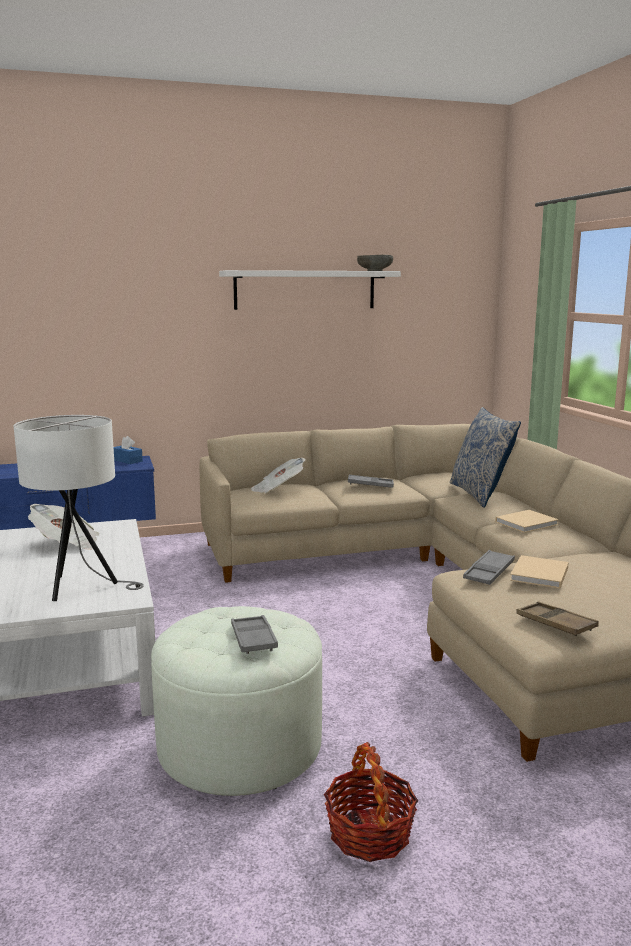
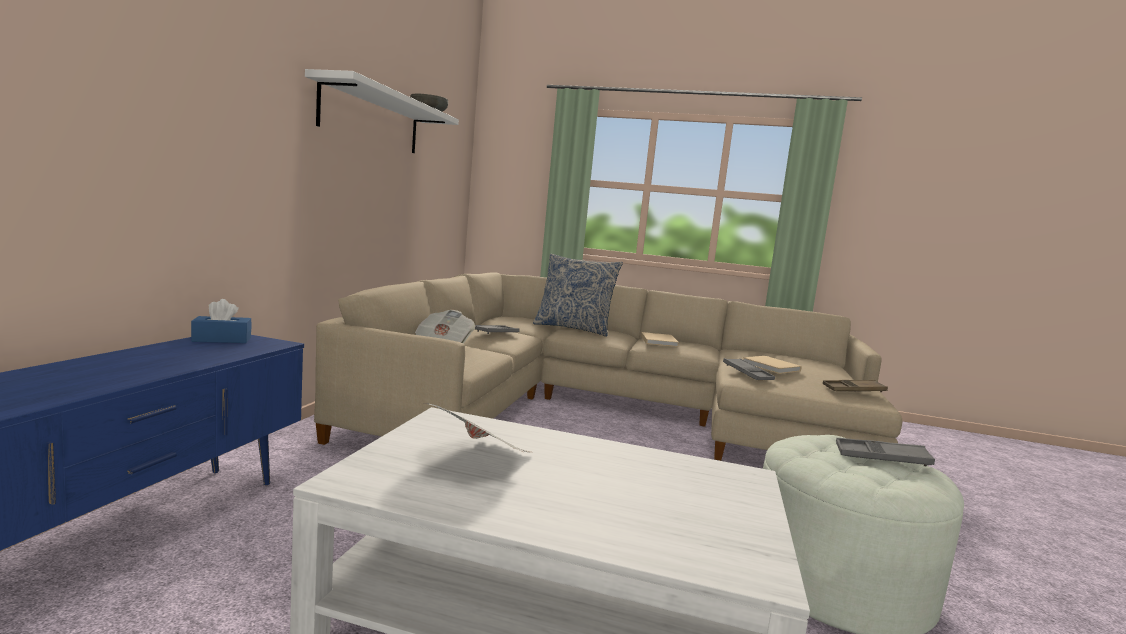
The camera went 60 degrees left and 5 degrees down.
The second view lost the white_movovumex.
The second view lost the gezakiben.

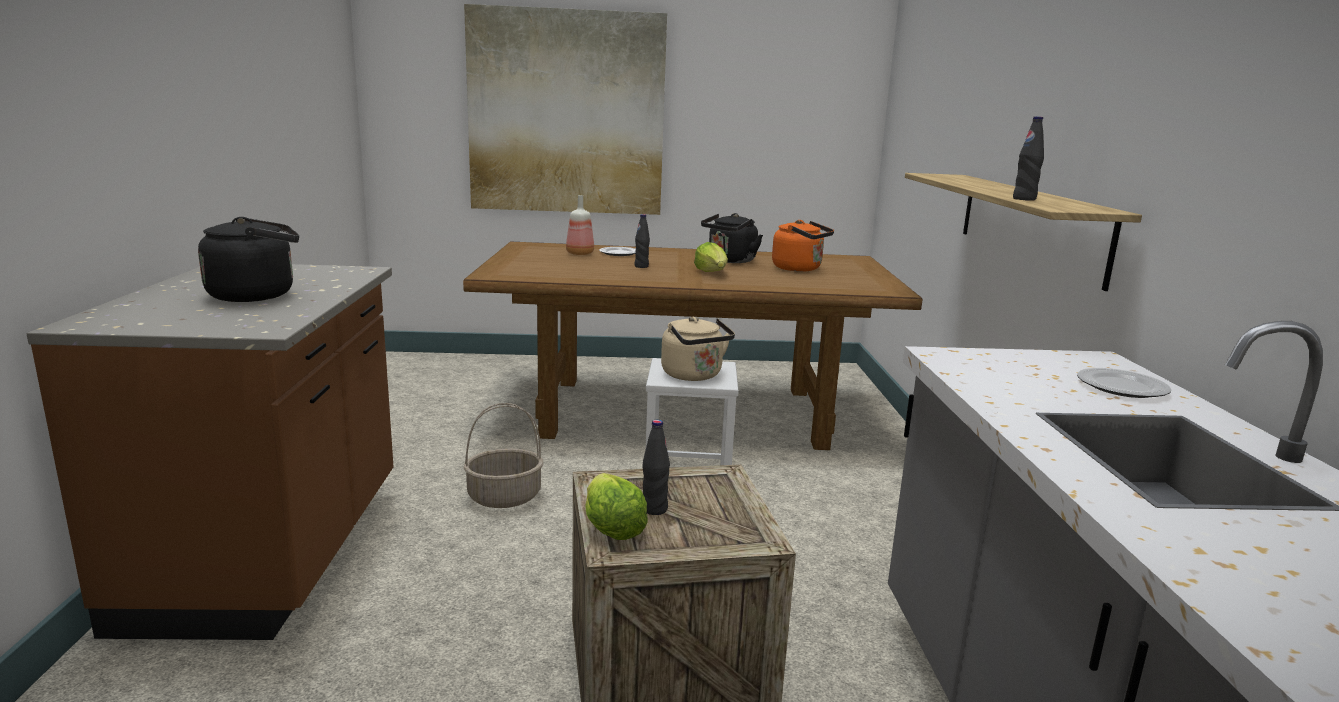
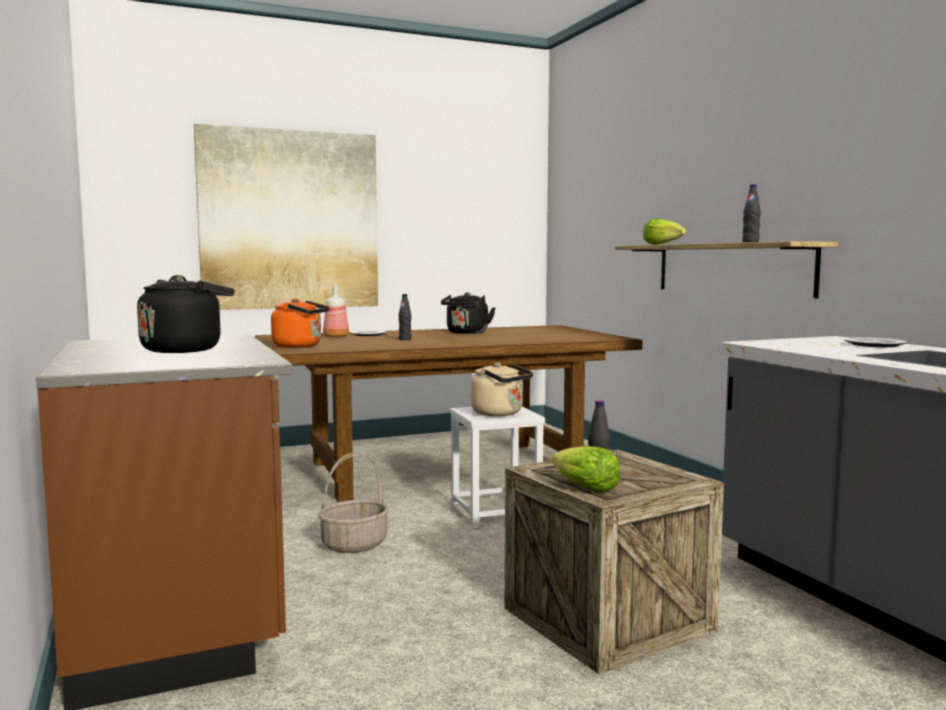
The camera went 20 degrees left and 10 degrees down.
The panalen (2nd from left) ended up elsewhere.
The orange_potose ended up elsewhere.

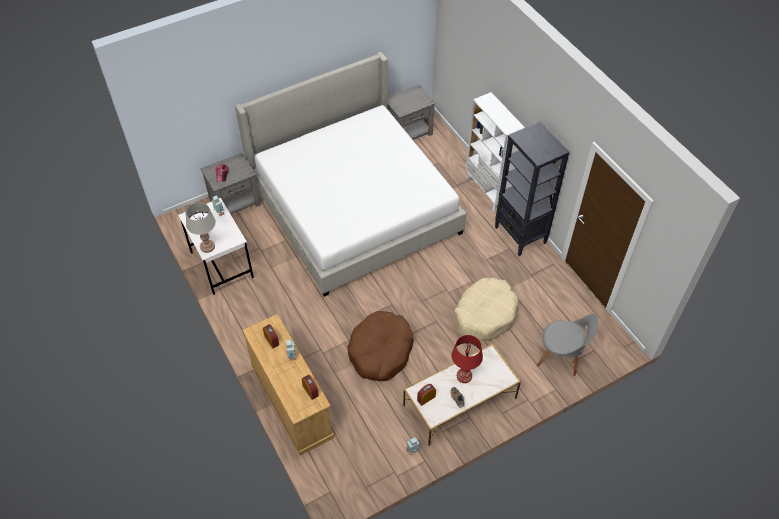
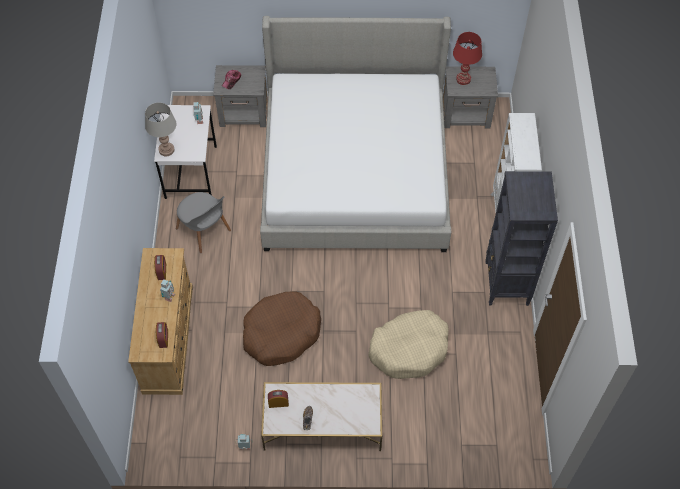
The camera went 30 degrees right and 5 degrees up.
The red_movovumex ended up elsewhere.
The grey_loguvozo ended up elsewhere.

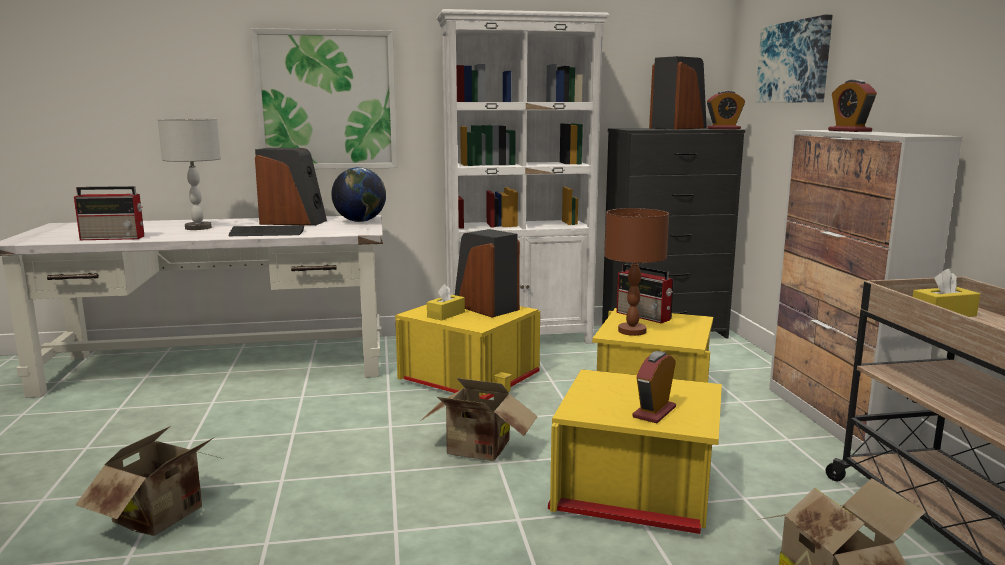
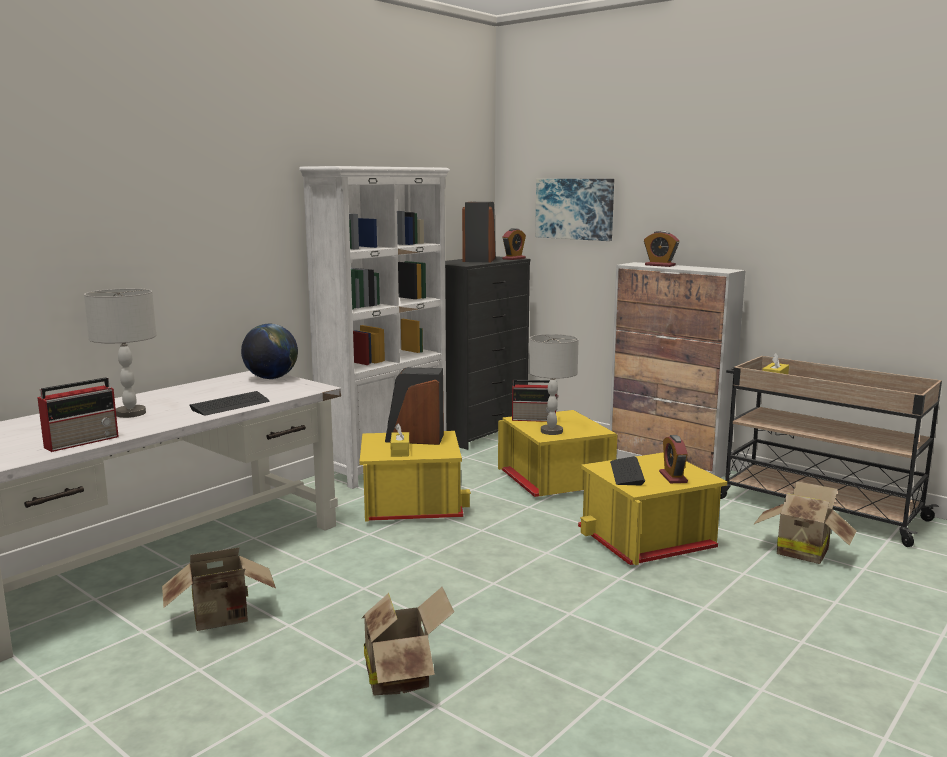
The camera went 40 degrees left and 0 degrees up.
The second view lost the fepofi (1st from left).
The second view lost the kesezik (1st from left).
The second view gained the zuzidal (2nd from left).
The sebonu (2nd from left in the first image) ended up elsewhere.
What was the brown_movovumex turned into the grey_movovumex (2nd from left).

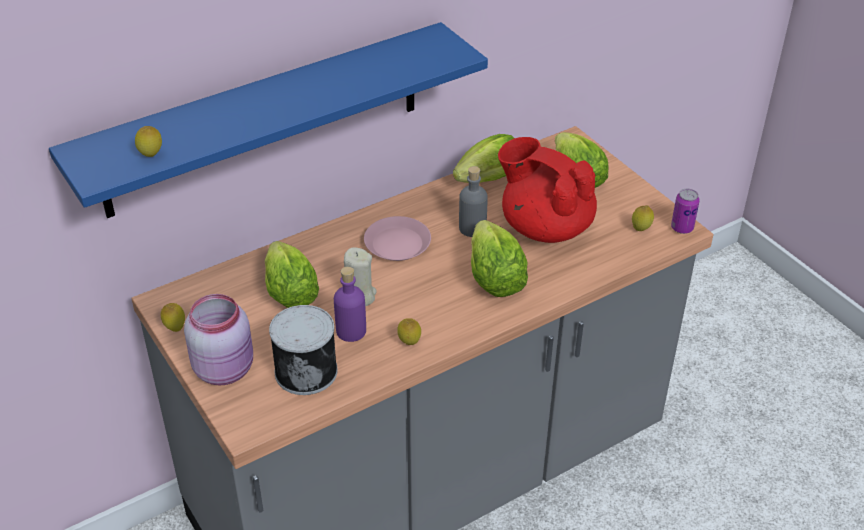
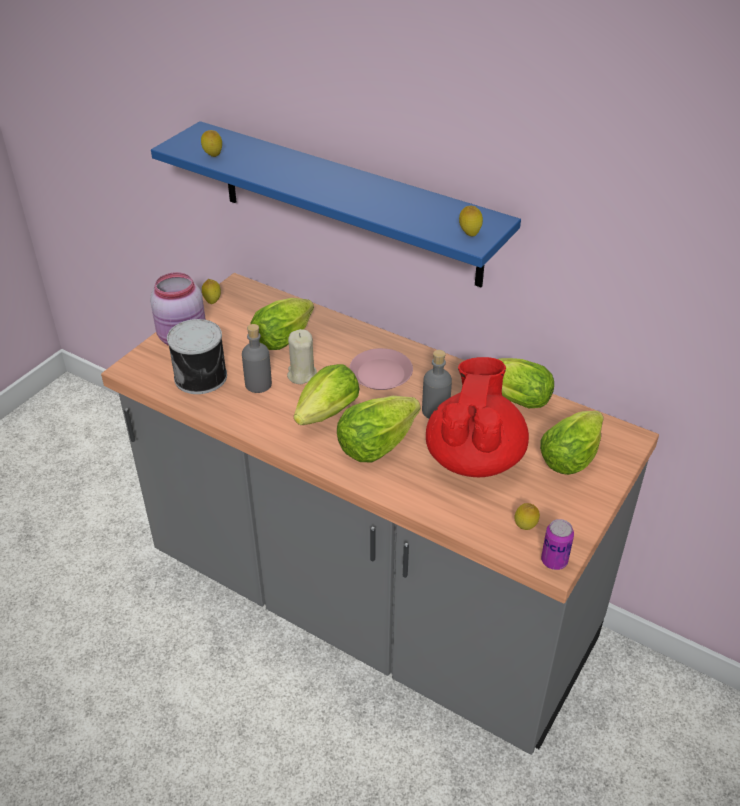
The camera went 65 degrees right and 0 degrees up.
The second view gained the panalen (2nd from left).
The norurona (3rd from left) ended up elsewhere.
What was the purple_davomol turned into the grey_davomol (1st from left).

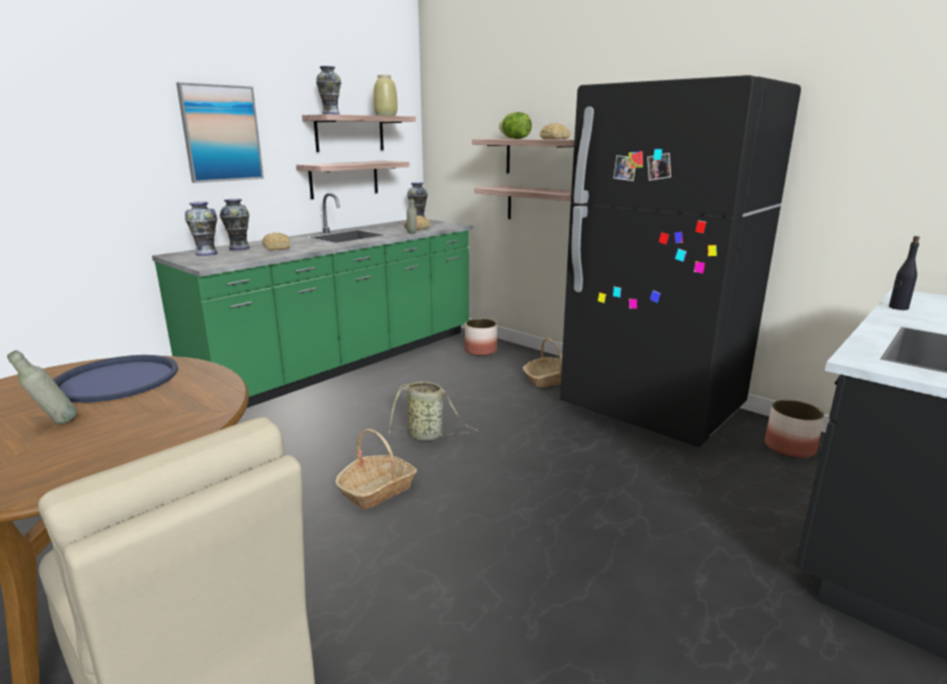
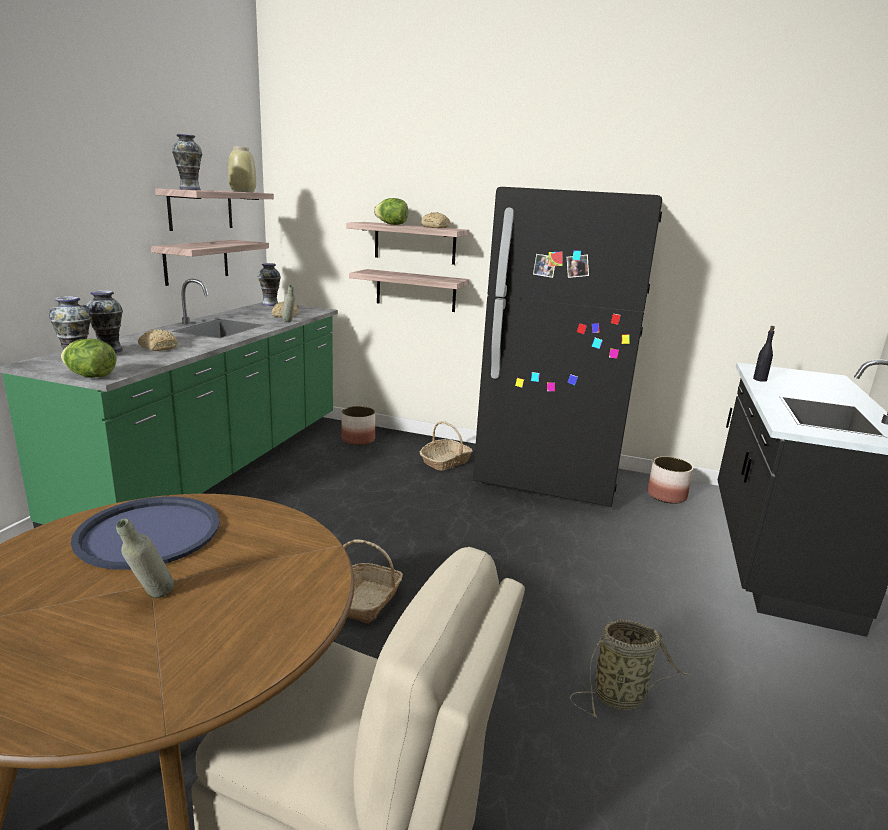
The camera went 25 degrees left and 0 degrees up.
The second view lost the fepofi.
The second view gained the panalen (1st from left).
The gezakiben (2nd from left in the first image) ended up elsewhere.

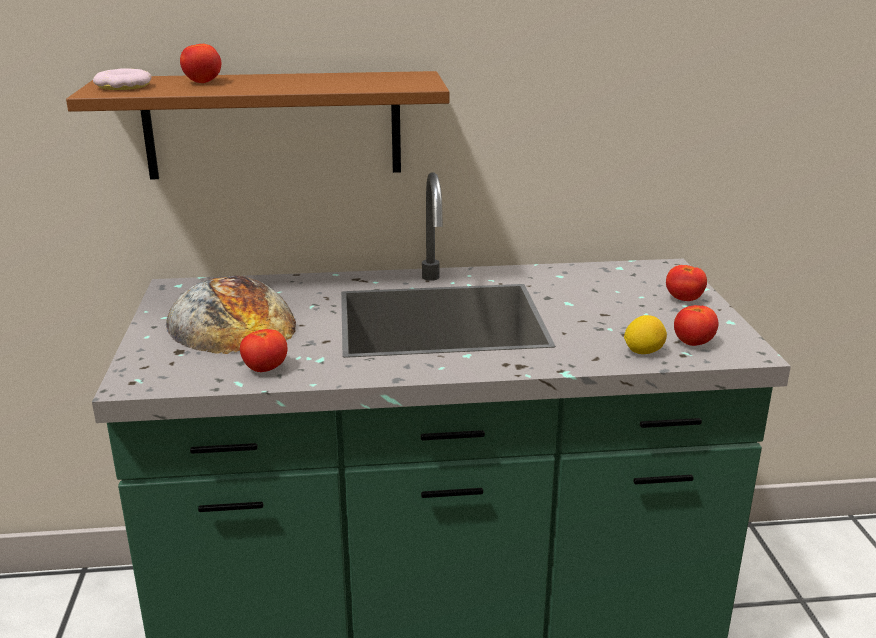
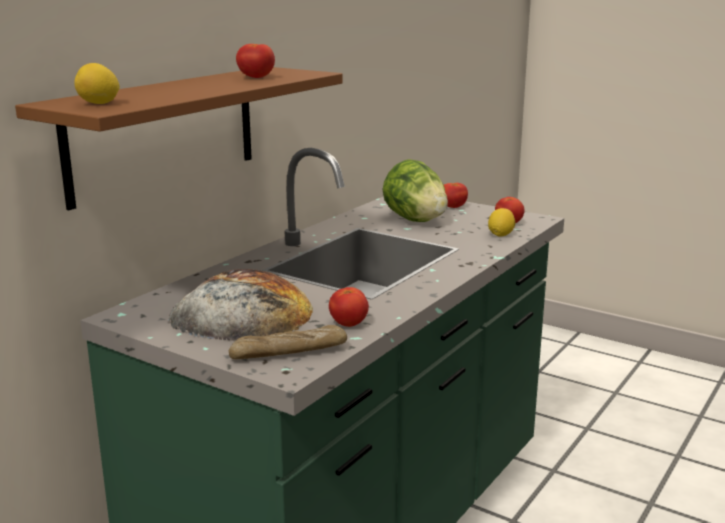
The camera went 50 degrees left and 5 degrees down.
The second view gained the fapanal (2nd from left).
The second view gained the panalen.
The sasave (1st from left) ended up elsewhere.
Where the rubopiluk stood, the norurona (1st from left) came to stand.

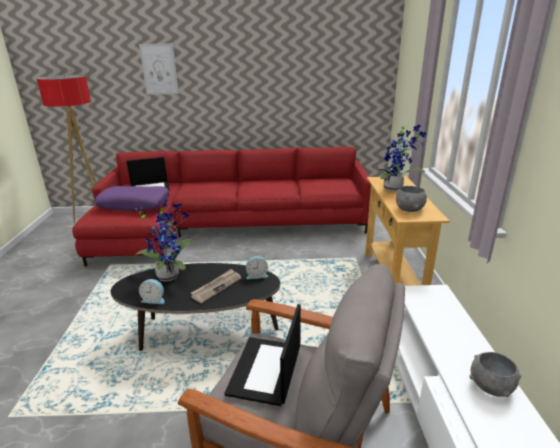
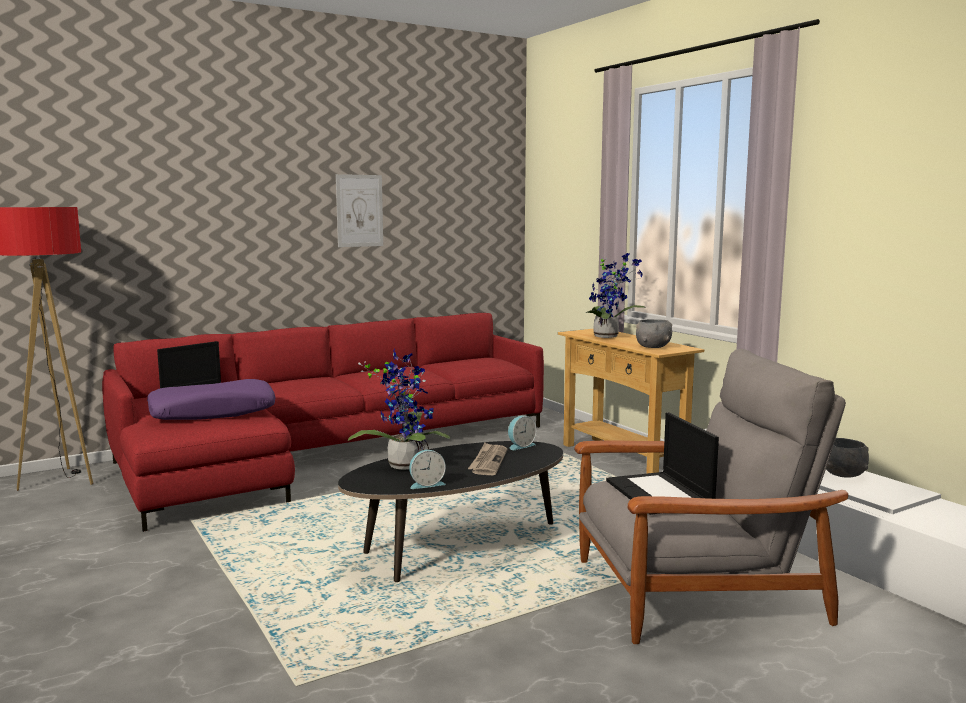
The camera went 30 degrees left and 15 degrees down.
The fepofi ended up elsewhere.

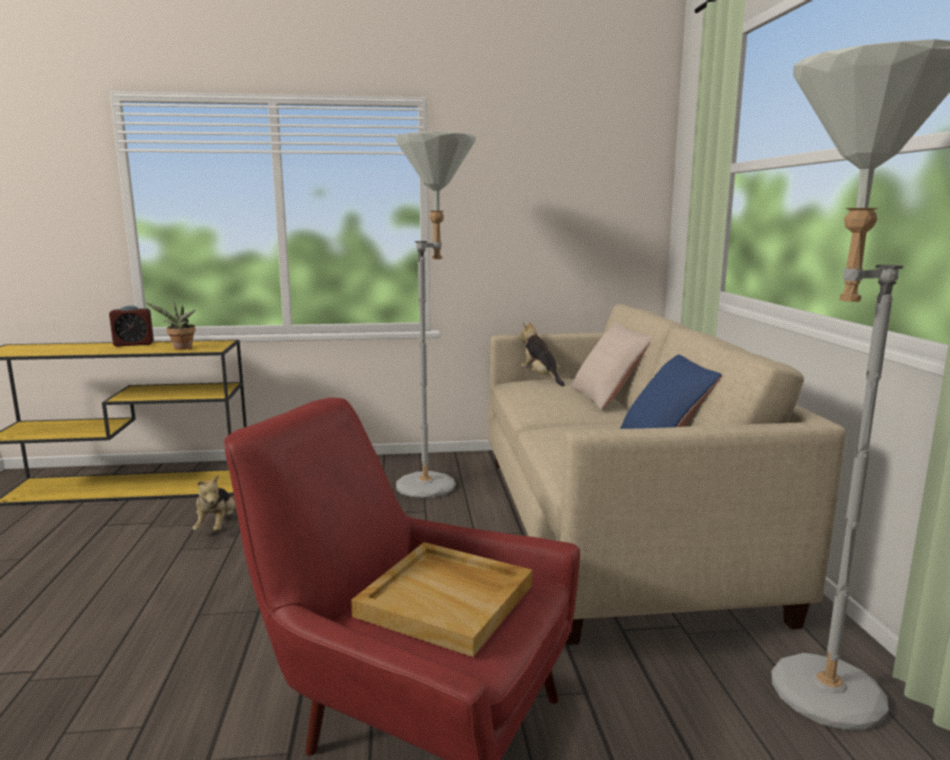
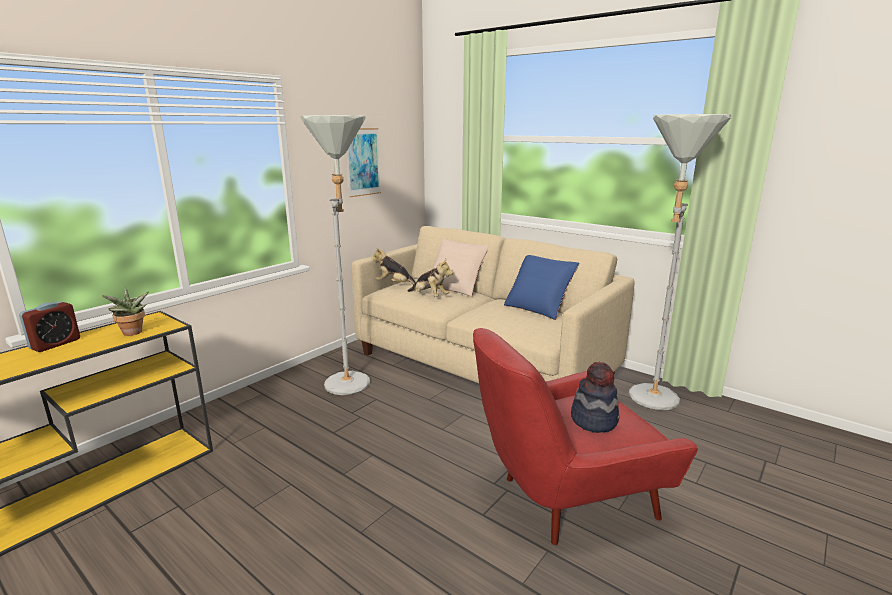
The camera went 45 degrees left and 5 degrees up.
The second view gained the fepofi.
The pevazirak (1st from left in the first image) ended up elsewhere.
Where the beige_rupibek stood, the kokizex came to stand.

